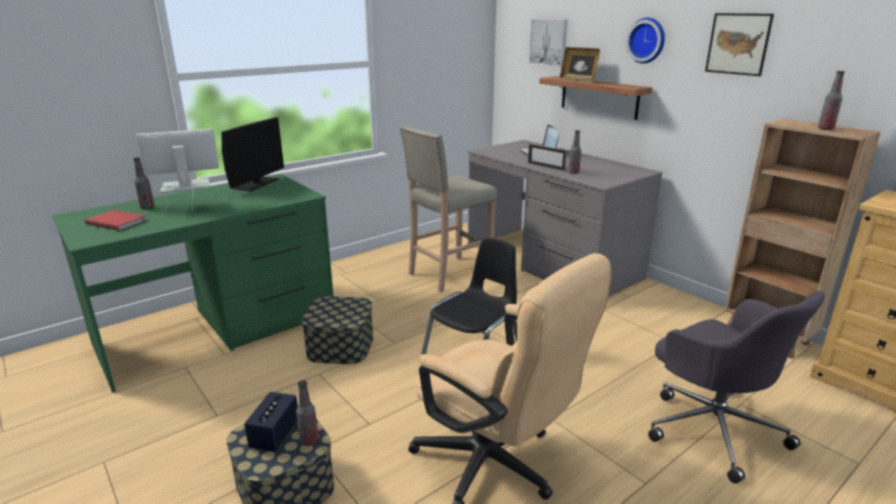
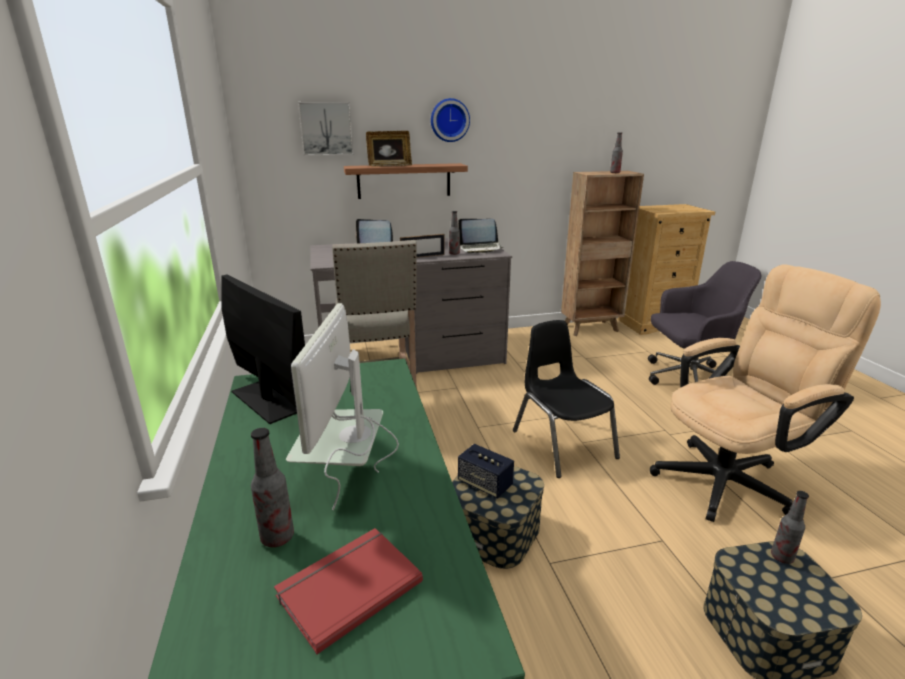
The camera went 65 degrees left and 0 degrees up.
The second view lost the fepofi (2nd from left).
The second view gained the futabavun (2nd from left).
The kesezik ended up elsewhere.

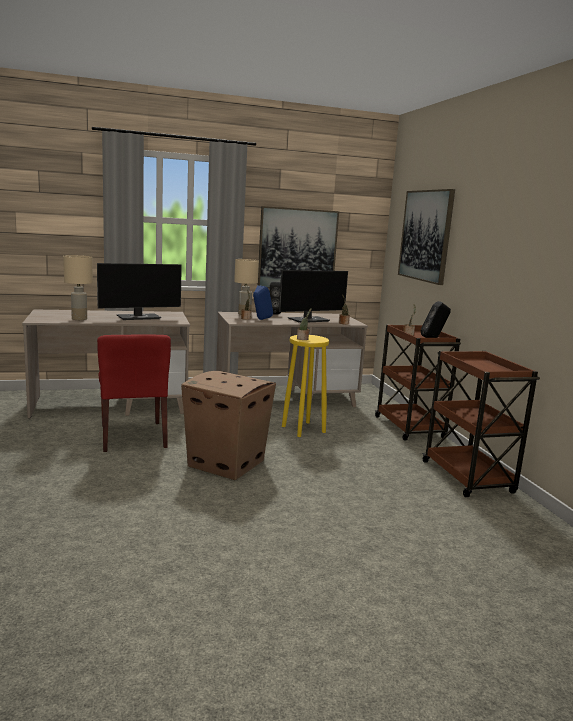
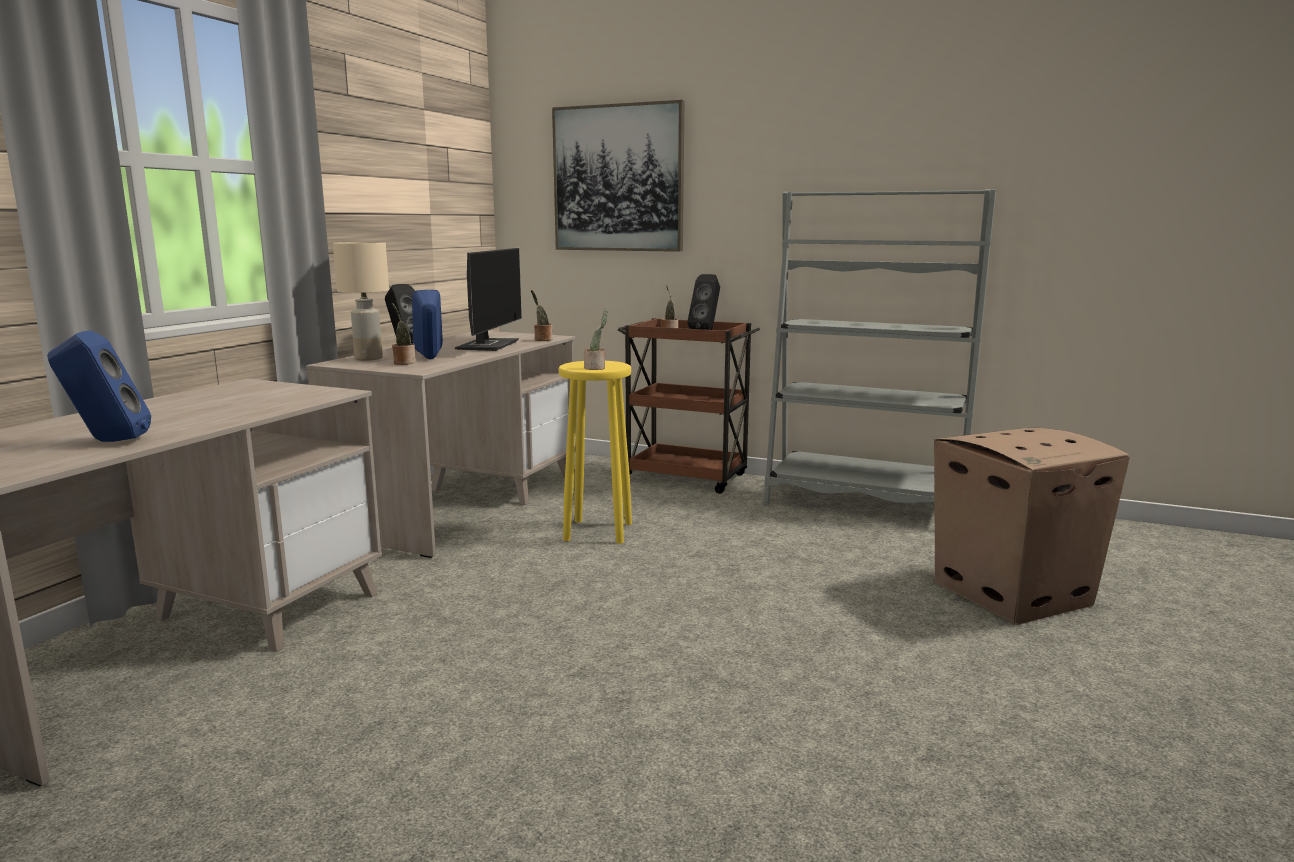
The camera went 50 degrees left and 0 degrees up.
The second view lost the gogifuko (1st from left).
The second view lost the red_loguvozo.
The second view lost the fepofi (1st from left).
The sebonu ended up elsewhere.
Where the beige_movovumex (1st from left) stood, the blue_kesezik (1st from left) came to stand.
Where the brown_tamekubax (2nd from left) stood, the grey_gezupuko came to stand.

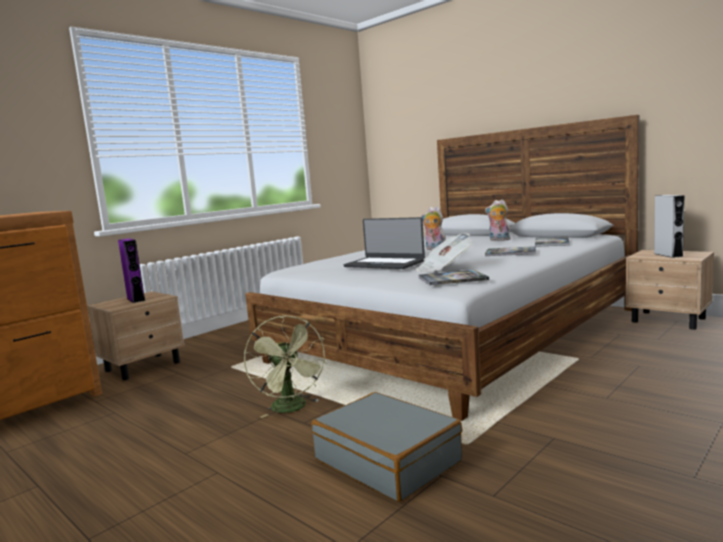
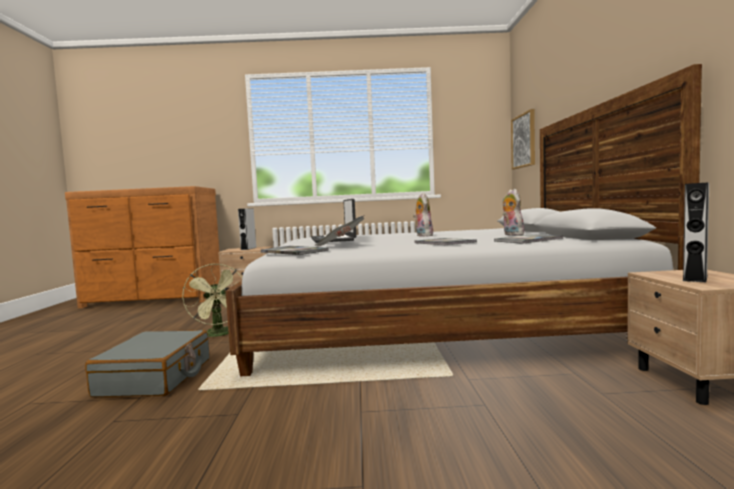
The camera went 45 degrees right and 5 degrees down.
The second view gained the fepofi.
What was the purple_kesezik turned into the grey_kesezik (1st from left).
The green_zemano ended up facing another way, 45 degrees counterclockwise from before.

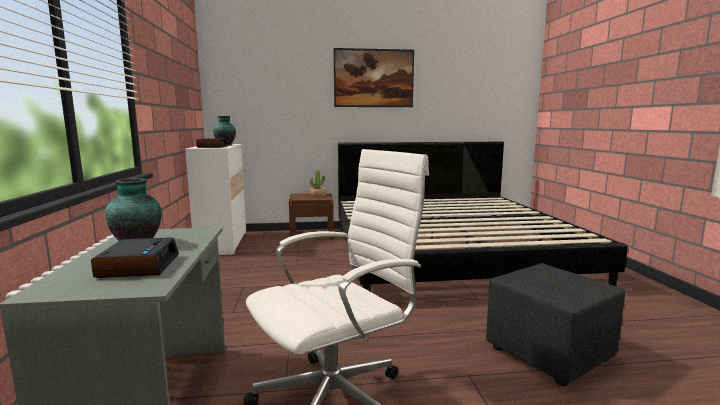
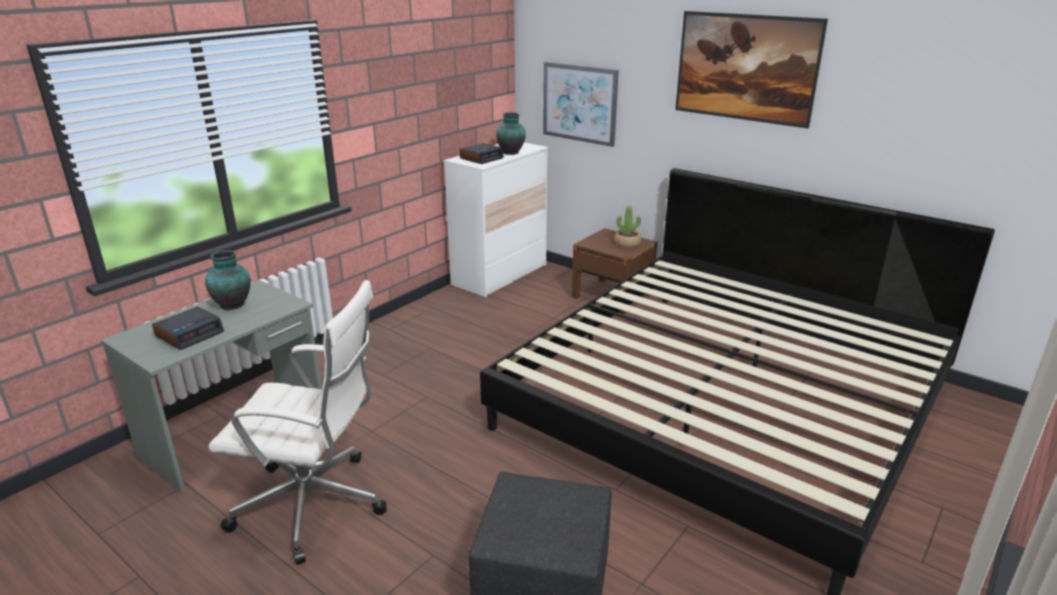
The camera went 45 degrees right and 15 degrees up.
The second view gained the fepofi (1st from left).

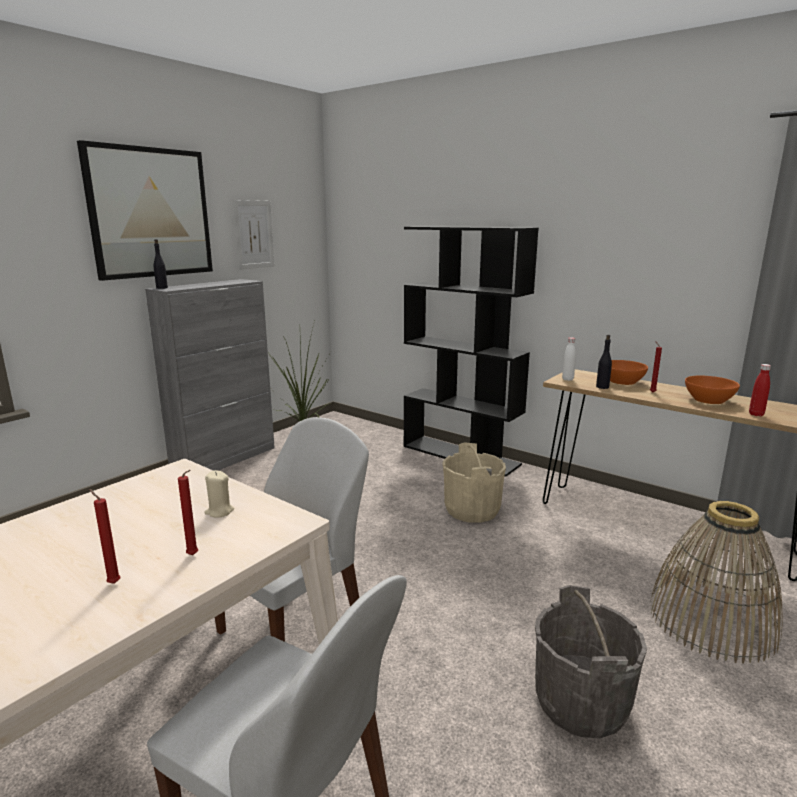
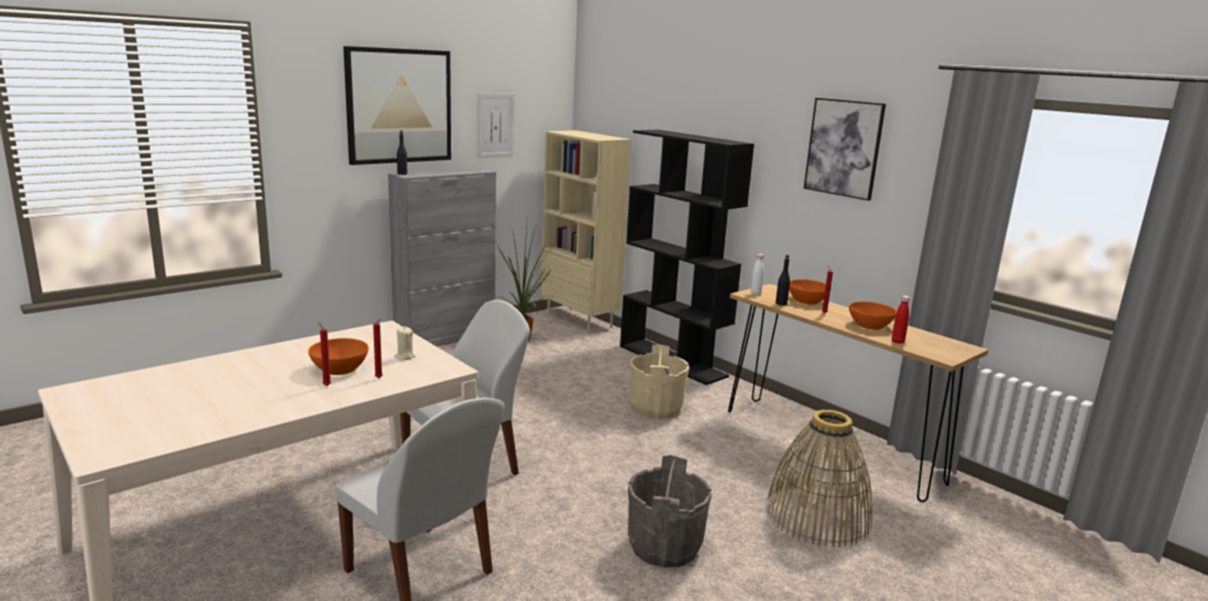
The camera went 10 degrees right and 0 degrees up.
The second view gained the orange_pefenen (1st from left).
The second view gained the beige_gezupuko.
The second view gained the fepofi (3rd from left).

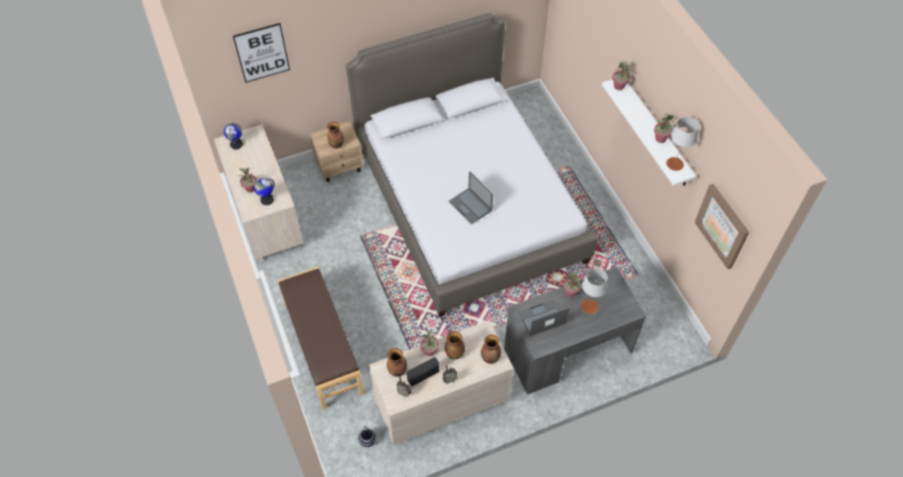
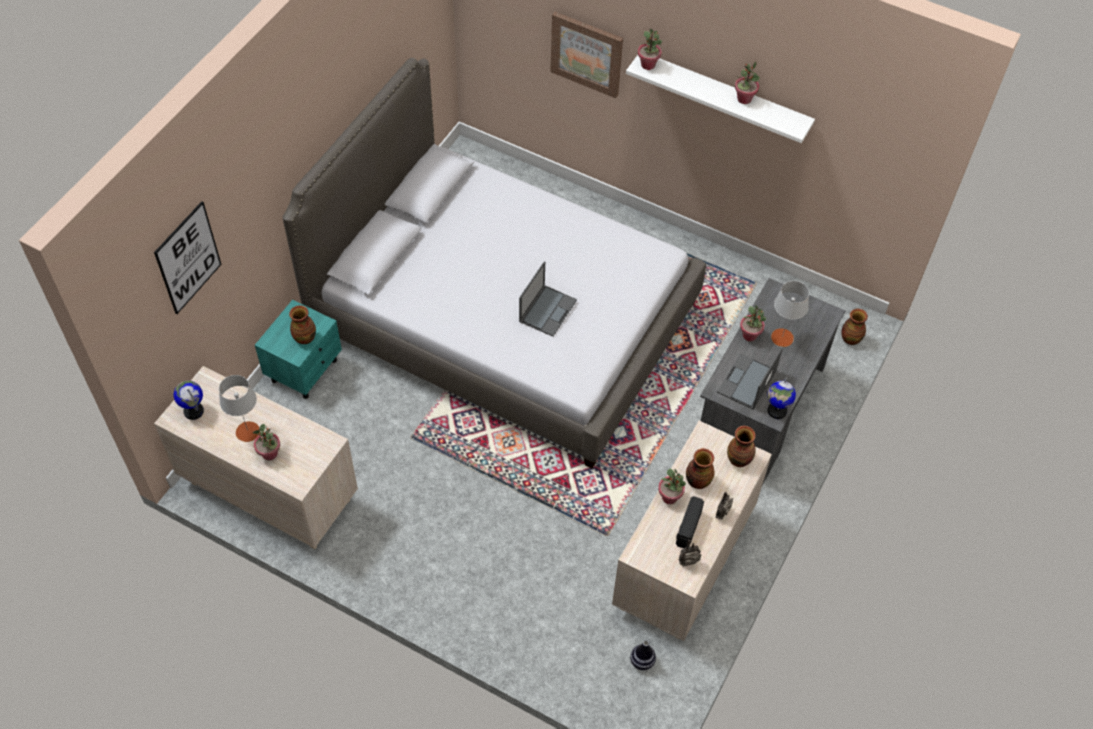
The camera went 40 degrees left and 0 degrees up.
The second view lost the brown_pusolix.
The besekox (2nd from left) ended up elsewhere.
The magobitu (3rd from left in the first image) ended up elsewhere.
The grey_movovumex (2nd from left in the first image) ended up elsewhere.
The fepofi (2nd from left) ended up elsewhere.
What was the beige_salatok turned into the turquoise_salatok.
The futabavun (1st from left) ended up facing another way, 75 degrees counterclockwise from before.

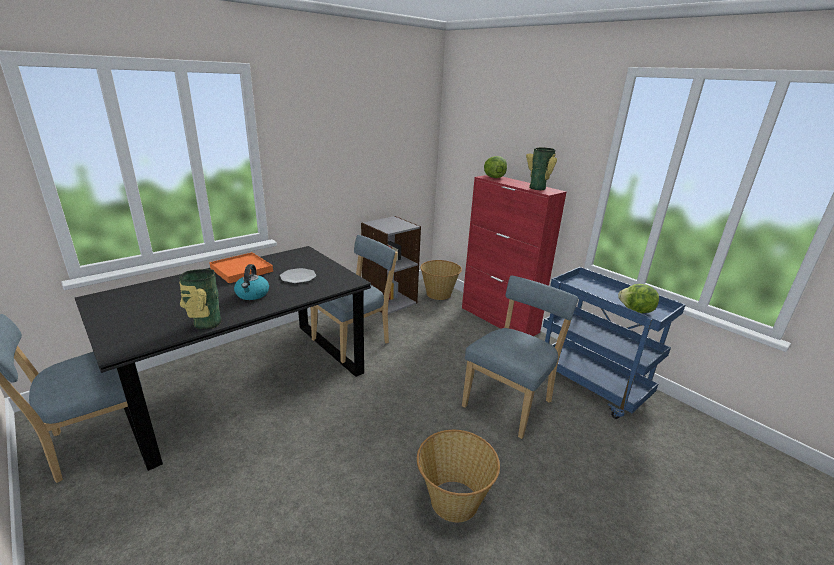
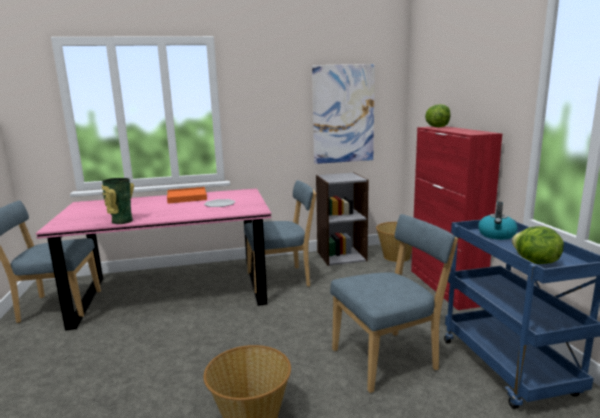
The camera went 30 degrees right and 10 degrees down.
The second view lost the magobitu (2nd from left).
The second view gained the fepofi.
The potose ended up elsewhere.
What was the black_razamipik turned into the pink_razamipik.

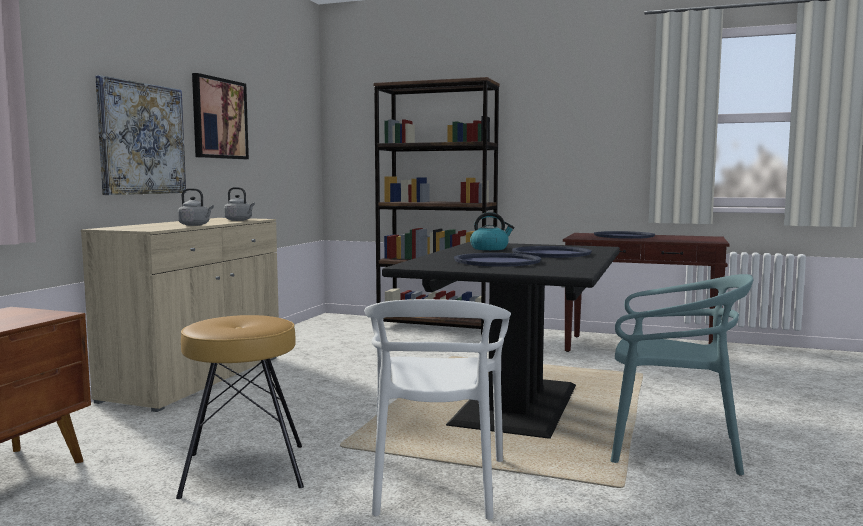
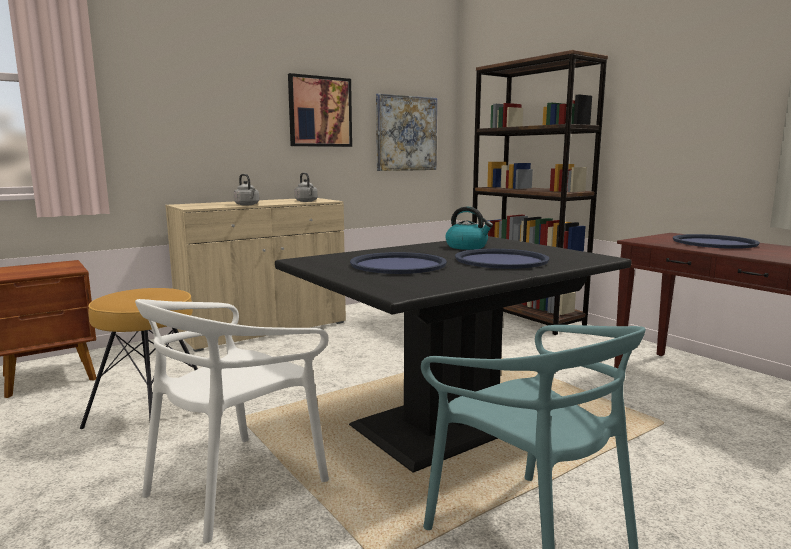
The camera went 35 degrees right and 5 degrees up.
The fepofi (1st from left in the first image) ended up elsewhere.

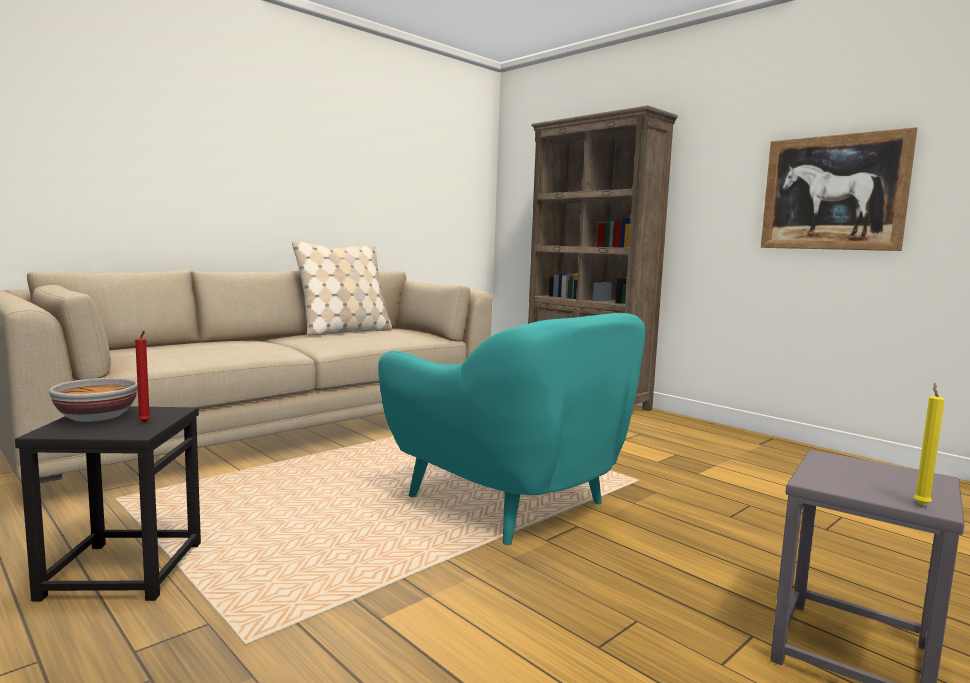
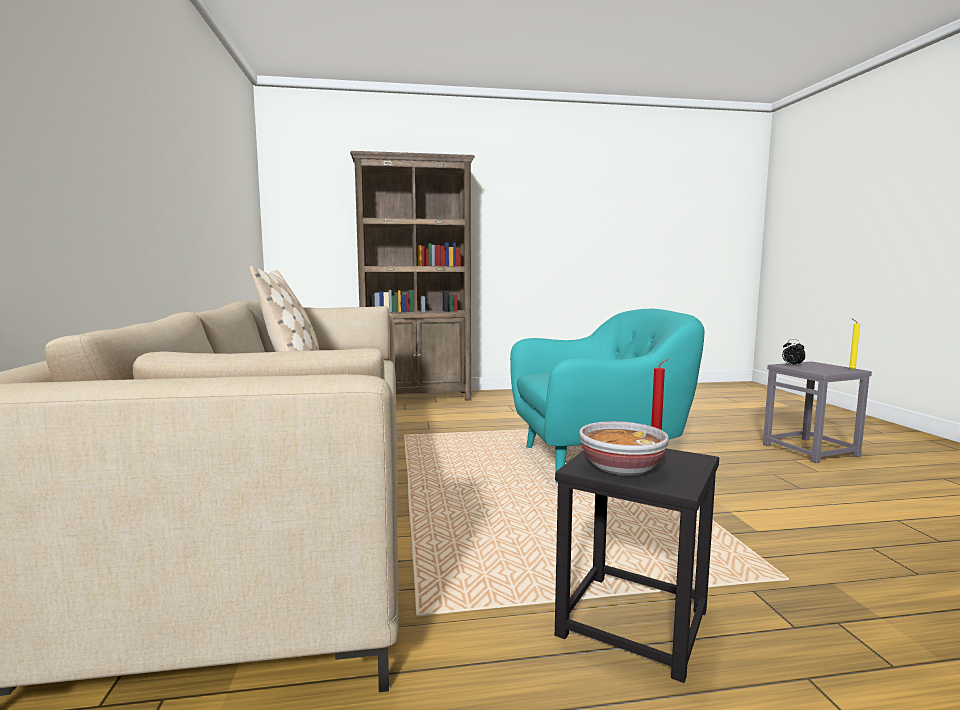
The camera went 55 degrees left and 0 degrees up.
The second view lost the fepofi.
The second view gained the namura.

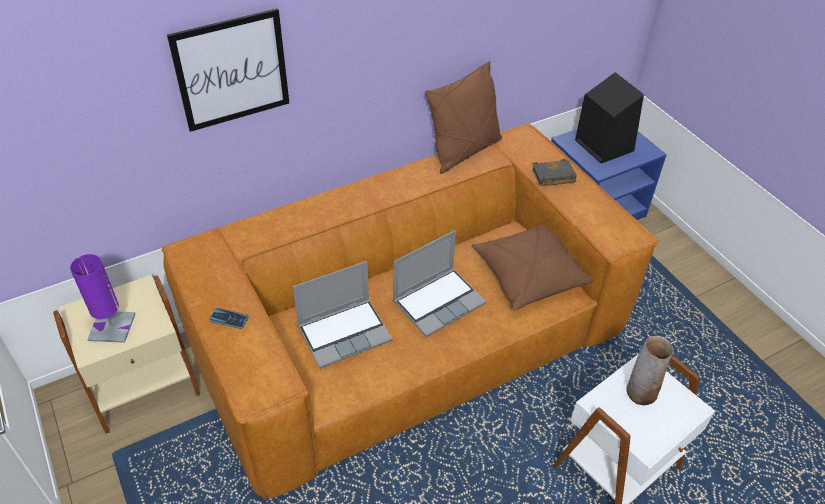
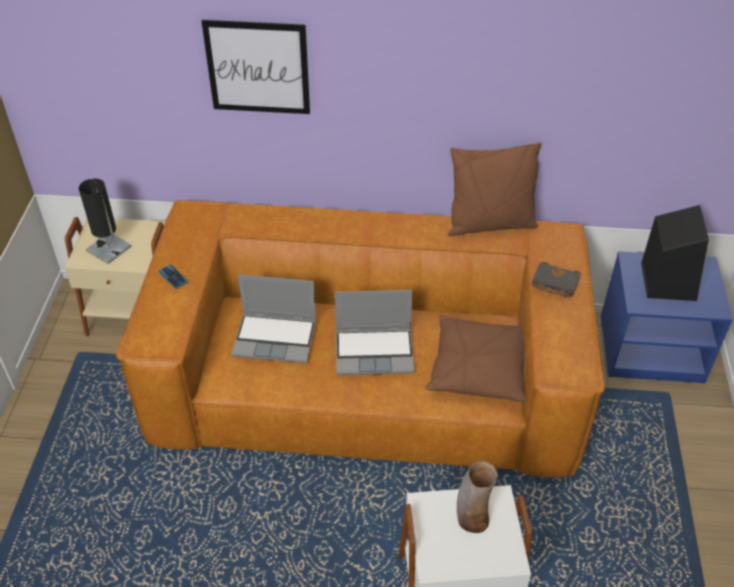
The camera went 35 degrees right and 0 degrees up.
What was the purple_movovumex turned into the black_movovumex.

